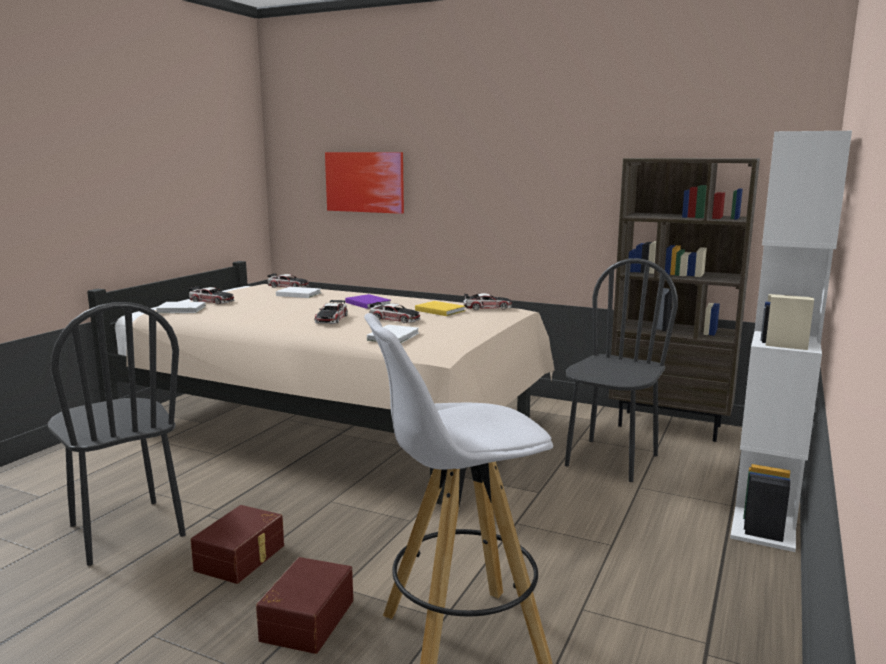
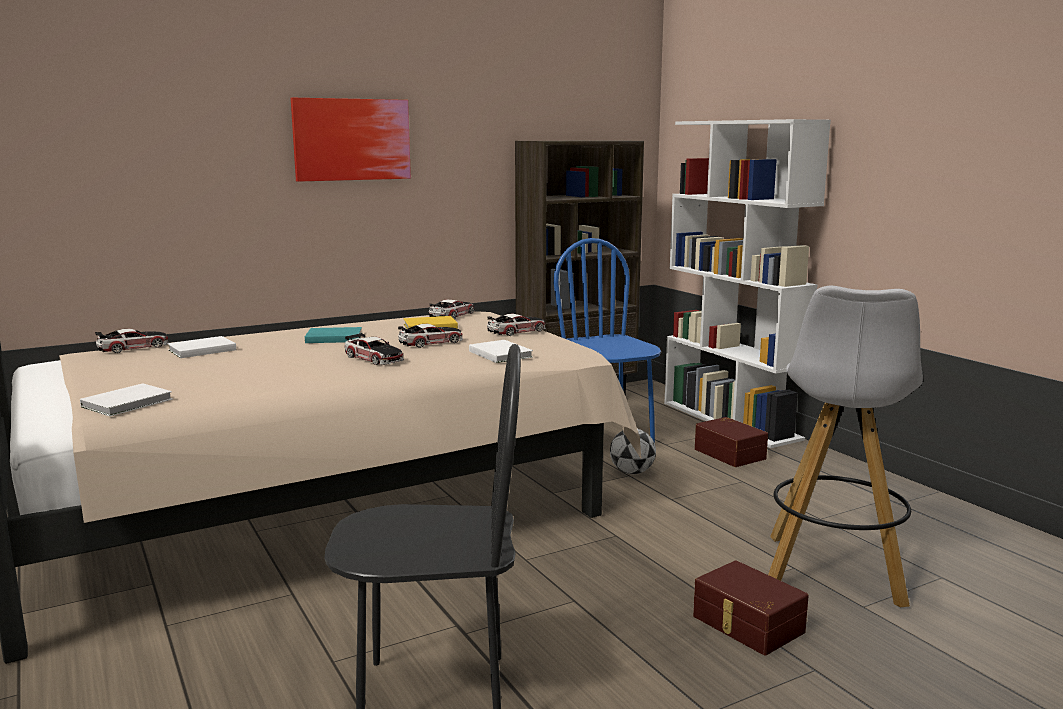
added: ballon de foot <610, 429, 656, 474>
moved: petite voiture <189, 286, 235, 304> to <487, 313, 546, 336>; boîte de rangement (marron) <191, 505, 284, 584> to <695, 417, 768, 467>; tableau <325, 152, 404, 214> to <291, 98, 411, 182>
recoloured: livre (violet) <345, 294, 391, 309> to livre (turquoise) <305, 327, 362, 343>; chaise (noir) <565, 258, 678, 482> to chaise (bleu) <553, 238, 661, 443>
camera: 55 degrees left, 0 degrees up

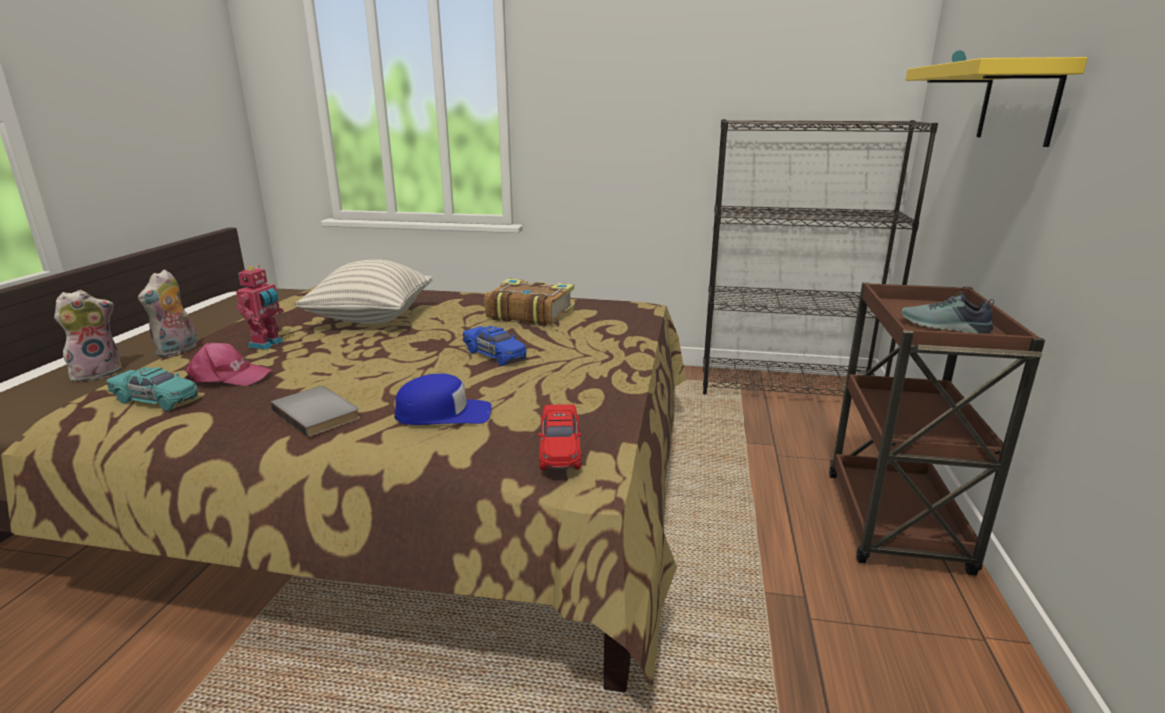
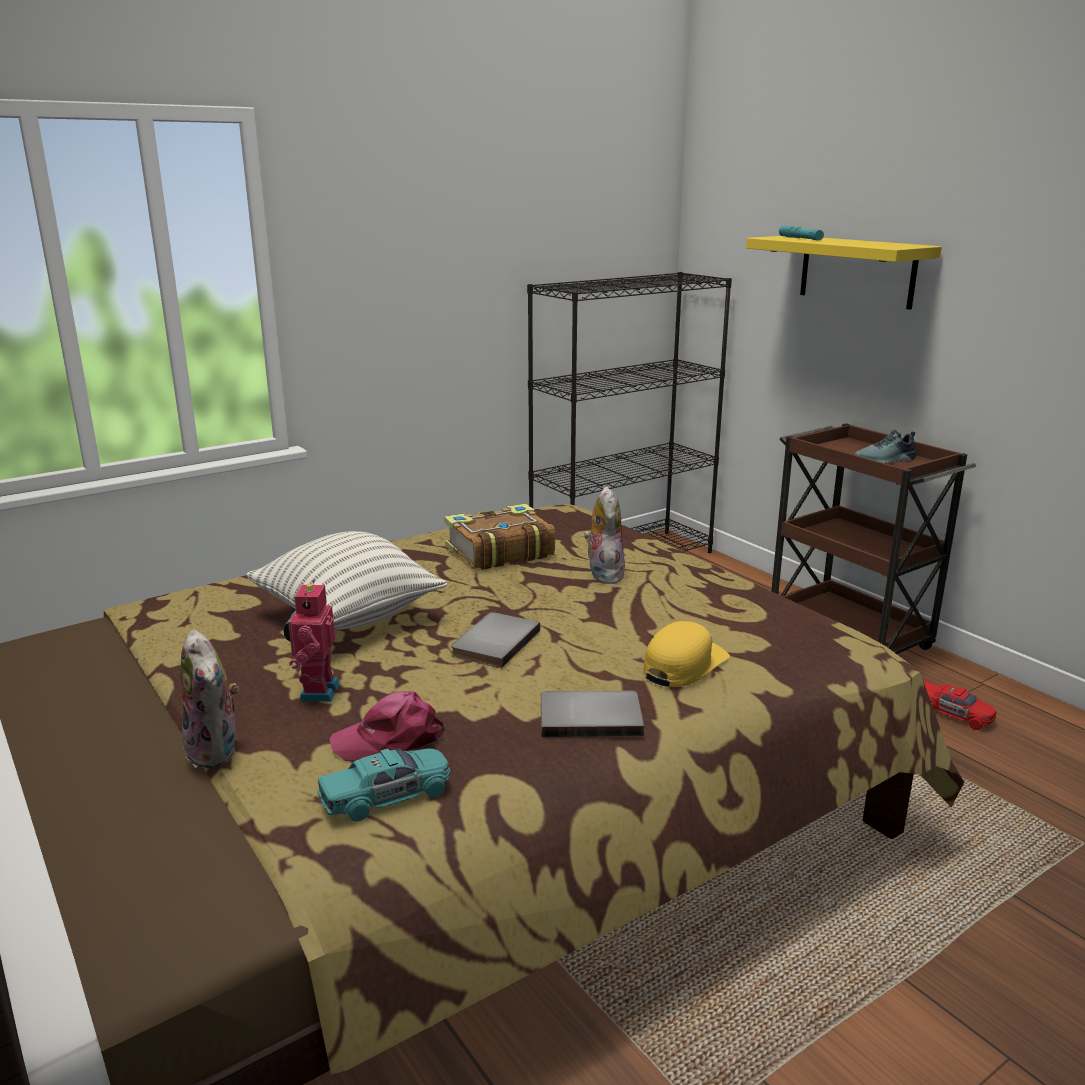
removed: petite voiture (bleu) <463, 326, 527, 366>
added: livre (gris) <451, 612, 540, 668>
moved: peluche <54, 290, 122, 382> to <584, 486, 625, 584>; petite voiture (rouge) <538, 404, 581, 470> to <924, 681, 996, 730>
recoloured: casquette (bleu) <394, 374, 492, 425> to casquette (jaune) <643, 621, 730, 687>
turned: casquette (rose) <184, 343, 272, 386> = <329, 691, 444, 761> 150 degrees counterclockwise; robot jouet <236, 265, 284, 350> = <284, 580, 340, 701> 150 degrees counterclockwise
camera: 45 degrees left, 0 degrees up

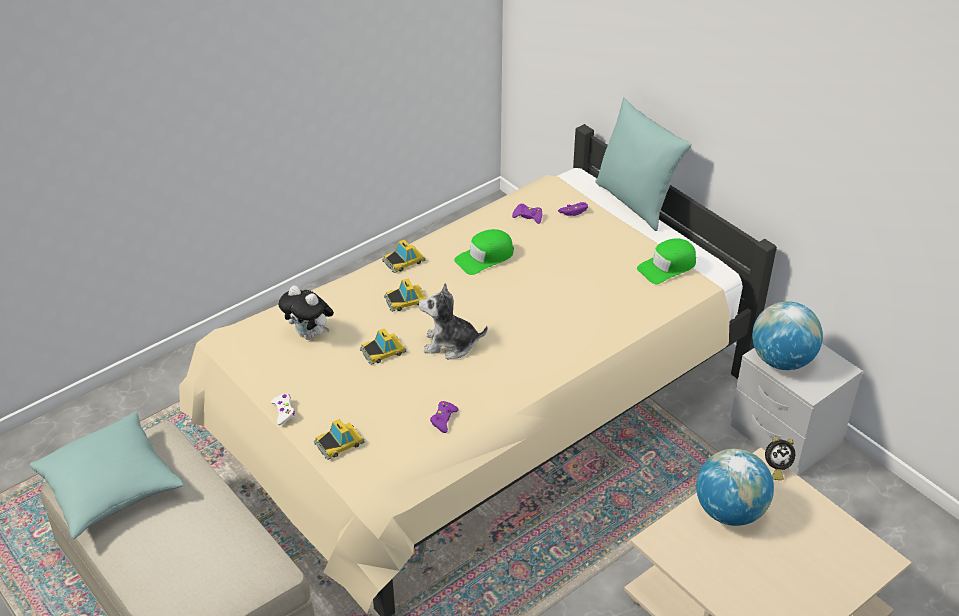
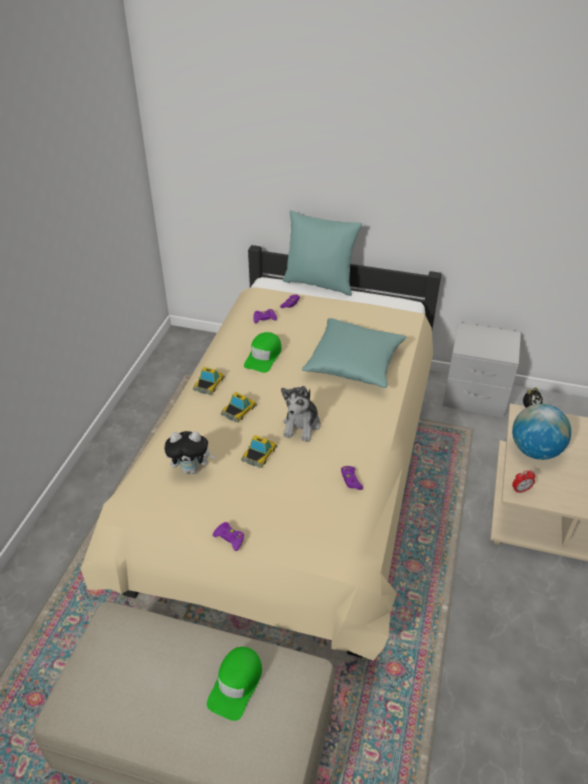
removed: petite voiture <314, 419, 365, 460>; globe <752, 301, 823, 370>
added: réveil <512, 470, 535, 493>
moved: coussin (turquoise) <30, 412, 184, 539> to <302, 318, 406, 388>; casquette (vert) <637, 239, 696, 284> to <207, 647, 262, 721>
recoloured: manette (blanc) <271, 394, 295, 425> to manette (violet) <213, 522, 244, 551>
turned: peluche <419, 283, 488, 359> = <281, 386, 320, 442> 45 degrees counterclockwise
camera: 35 degrees left, 0 degrees up

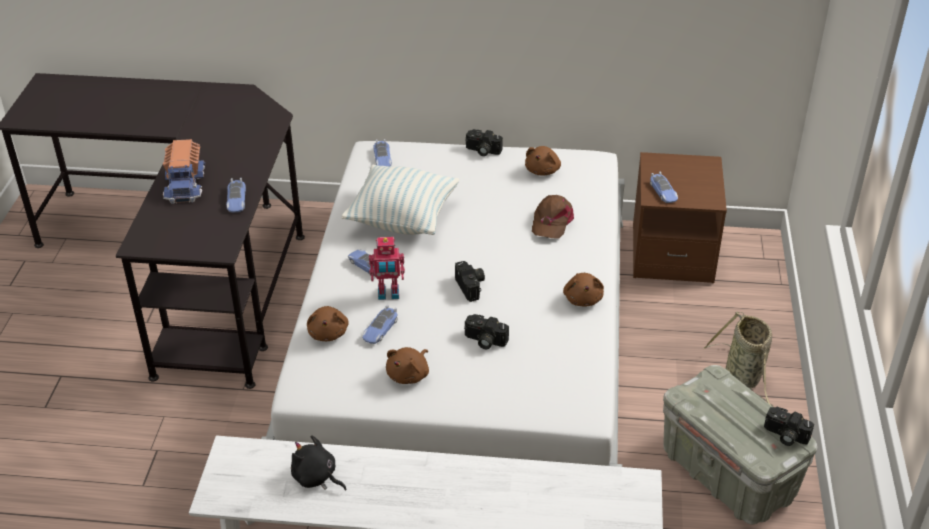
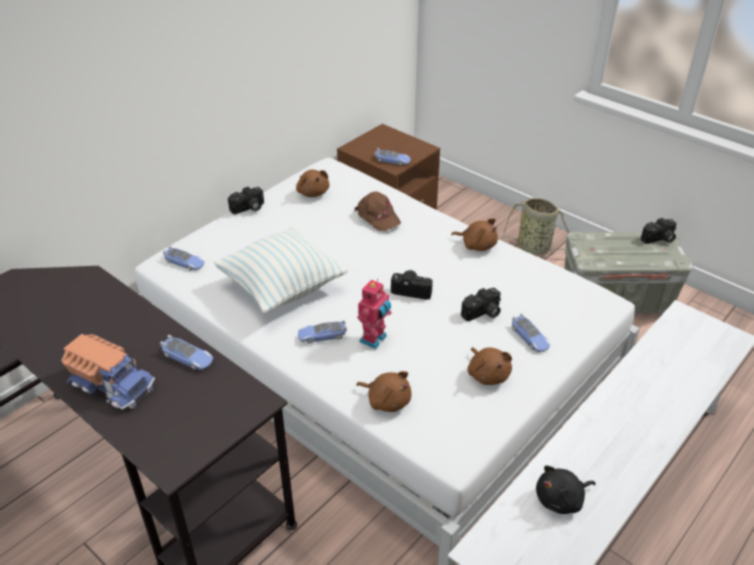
moved: petite voiture <362, 305, 398, 344> to <512, 313, 550, 352>
camera: 55 degrees left, 0 degrees up

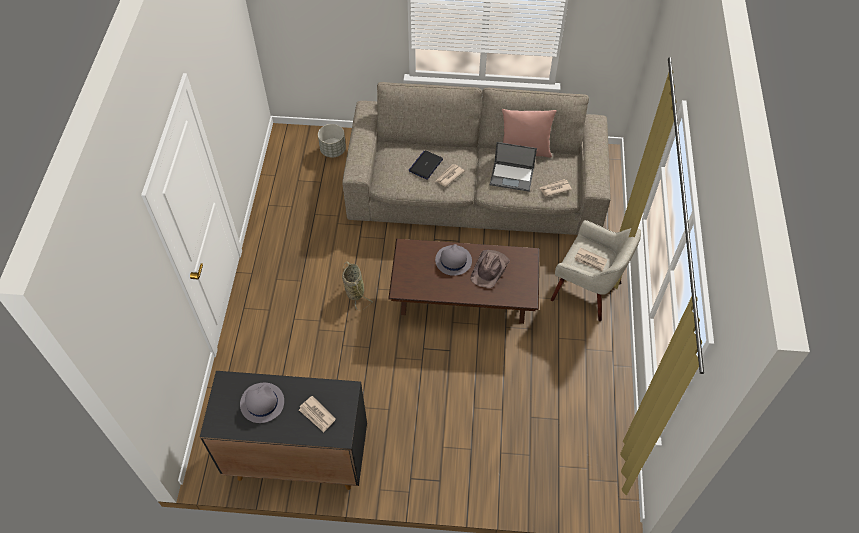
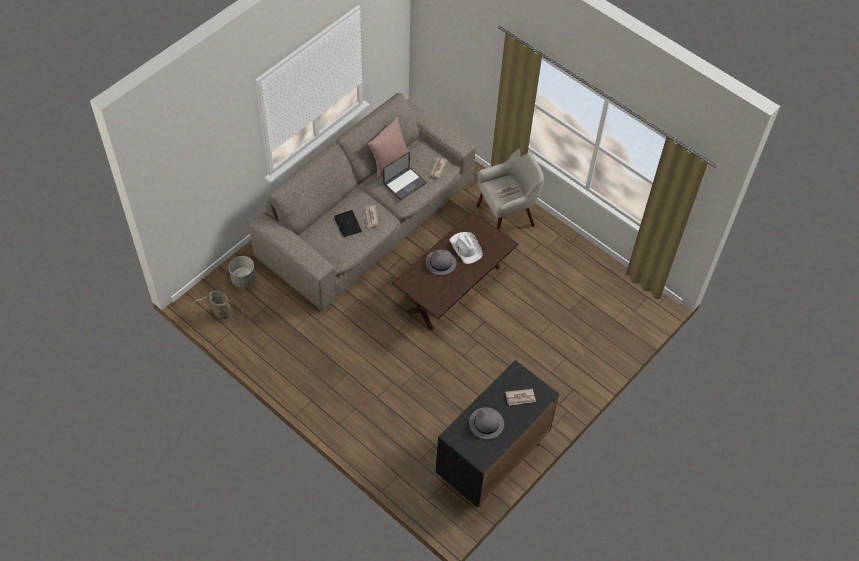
moved: panier <342, 261, 373, 311> to <194, 290, 243, 321>
recoloured: chapeau (marron) <470, 250, 510, 288> to chapeau (blanc) <449, 232, 483, 264>
camera: 55 degrees left, 0 degrees up

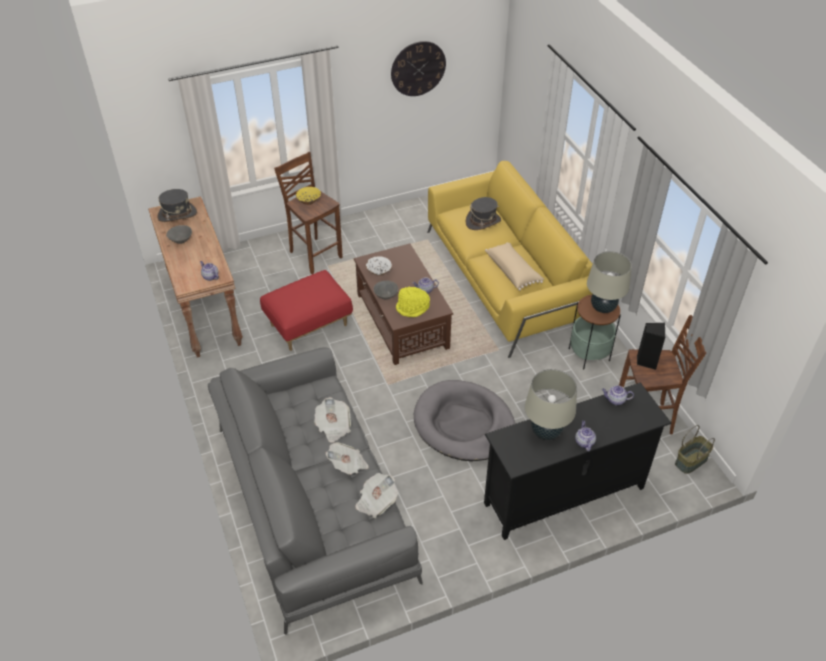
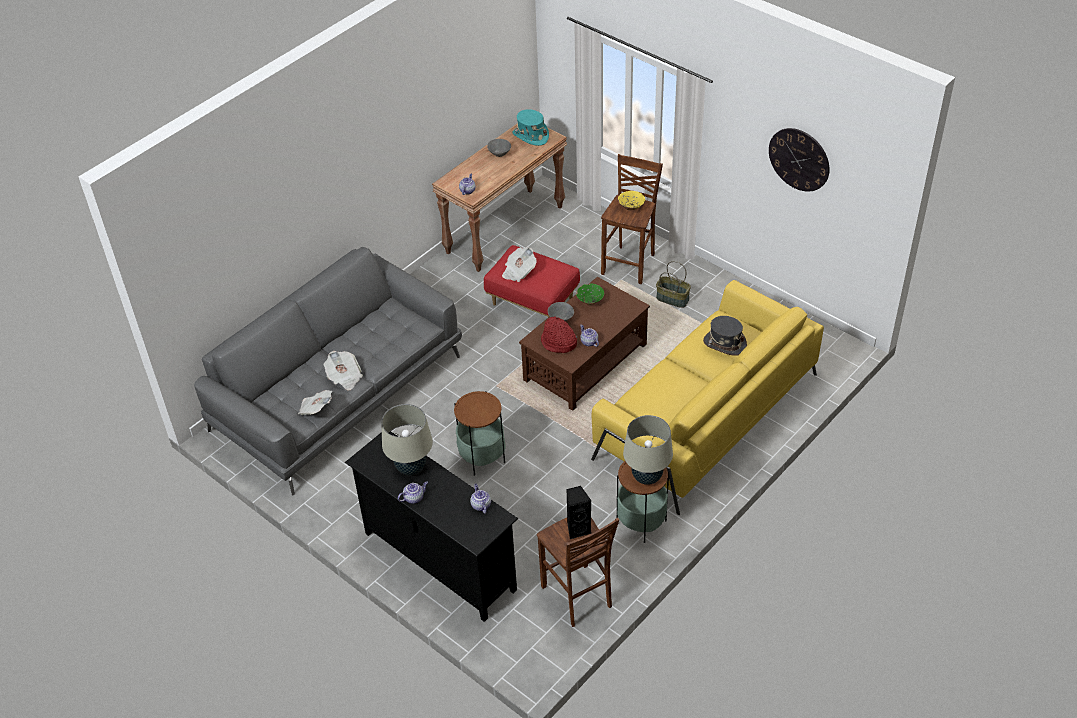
removed: coussin (beige) <485, 242, 544, 290>
moved: journal <314, 397, 351, 443> to <502, 248, 537, 282>; panier <675, 425, 715, 474> to <656, 261, 691, 308>
replaced: panier pour chien (gris) <414, 380, 515, 461> to table d'appoint <454, 391, 506, 476>
recoloured: chapeau (gris) <157, 189, 197, 222> to chapeau (turquoise) <513, 109, 549, 146>; bol (blanc) <366, 256, 392, 275> to bol (vert) <576, 283, 604, 305>; chapeau (jaune) <396, 287, 430, 317> to chapeau (rouge) <541, 316, 577, 353>
camera: 65 degrees right, 0 degrees up

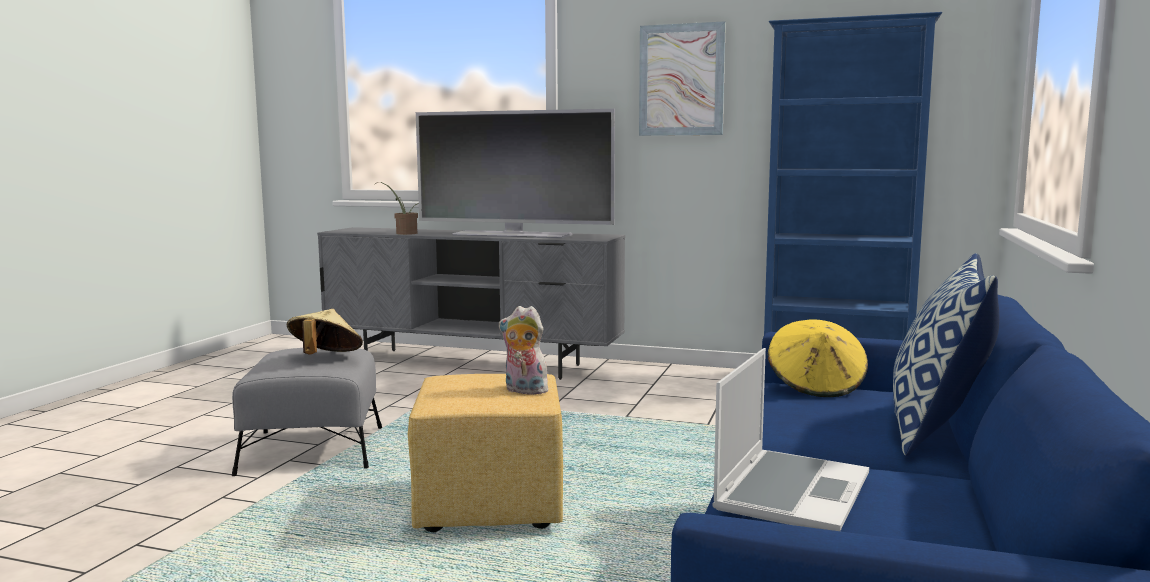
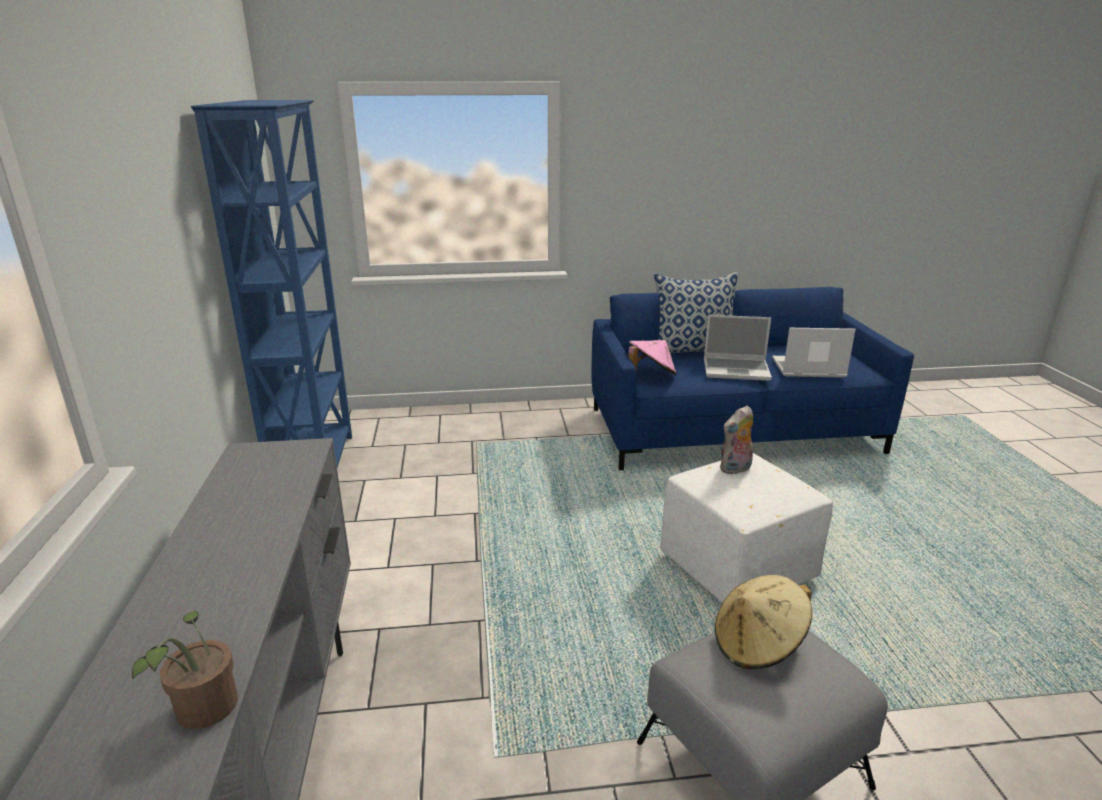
removed: téléviseur <416, 109, 615, 238>; tableau <639, 21, 726, 136>
added: ordinateur portable <704, 315, 772, 381>
recoloured: pouf (jaune) <408, 374, 563, 532> to pouf (blanc) <660, 453, 833, 603>; chapeau (jaune) <768, 319, 868, 397> to chapeau (rose) <628, 340, 677, 375>
turned: peluche <499, 306, 548, 396> = <720, 405, 753, 474> 60 degrees clockwise
camera: 115 degrees left, 15 degrees up

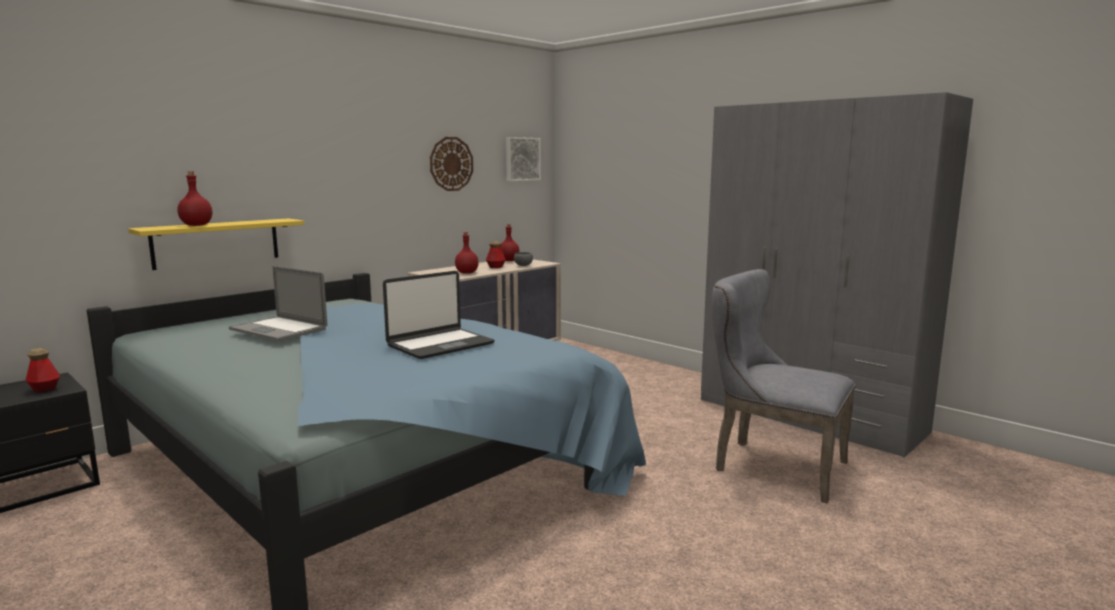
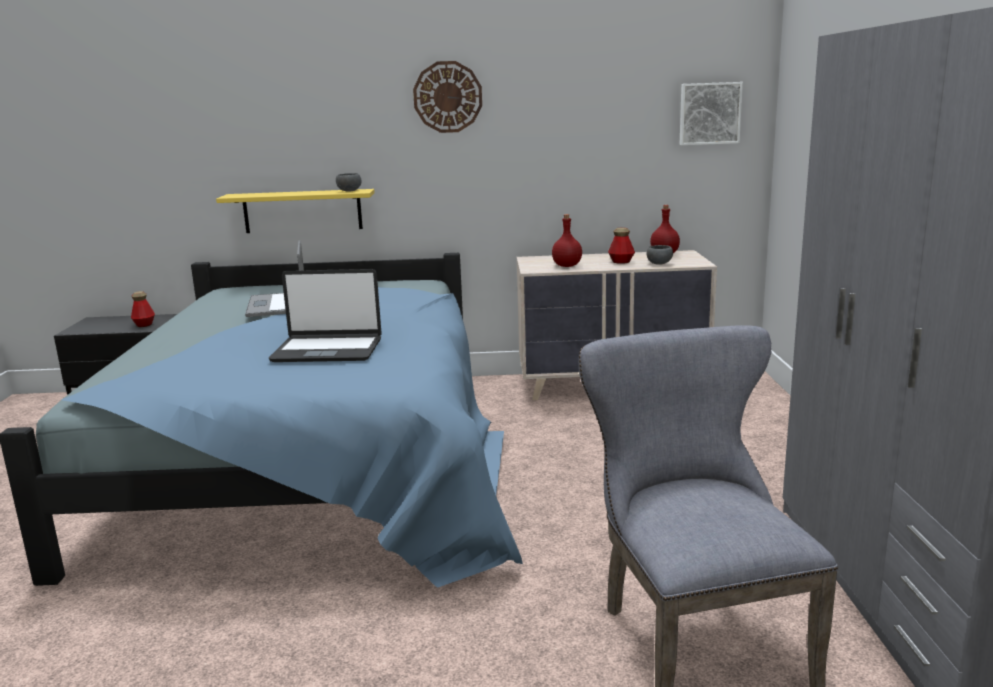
removed: bouteille (rouge) <177, 171, 212, 226>
added: bol (gris) <336, 173, 361, 192>
moved: horloge murale <430, 137, 473, 191> to <413, 61, 482, 133>
camera: 45 degrees right, 5 degrees up

